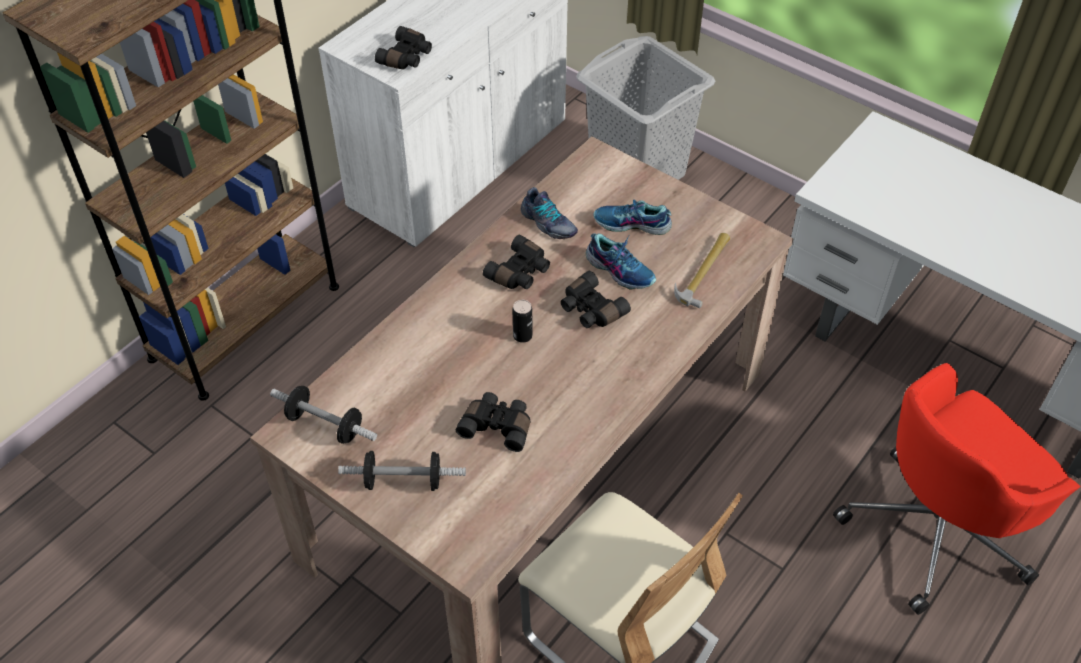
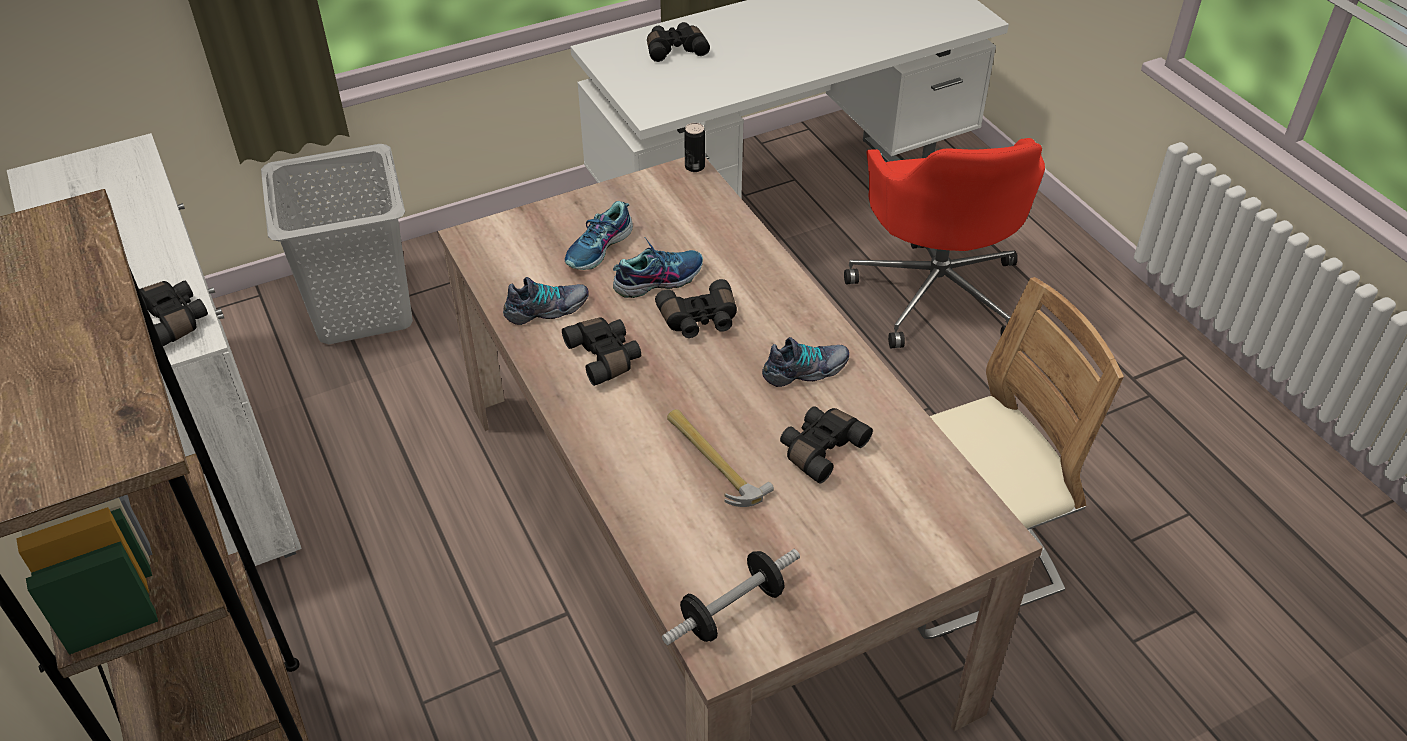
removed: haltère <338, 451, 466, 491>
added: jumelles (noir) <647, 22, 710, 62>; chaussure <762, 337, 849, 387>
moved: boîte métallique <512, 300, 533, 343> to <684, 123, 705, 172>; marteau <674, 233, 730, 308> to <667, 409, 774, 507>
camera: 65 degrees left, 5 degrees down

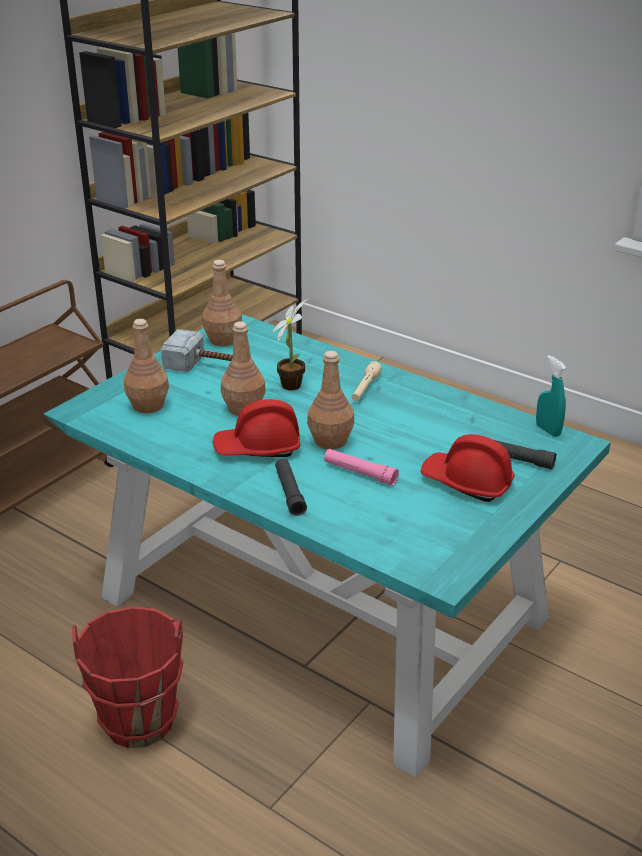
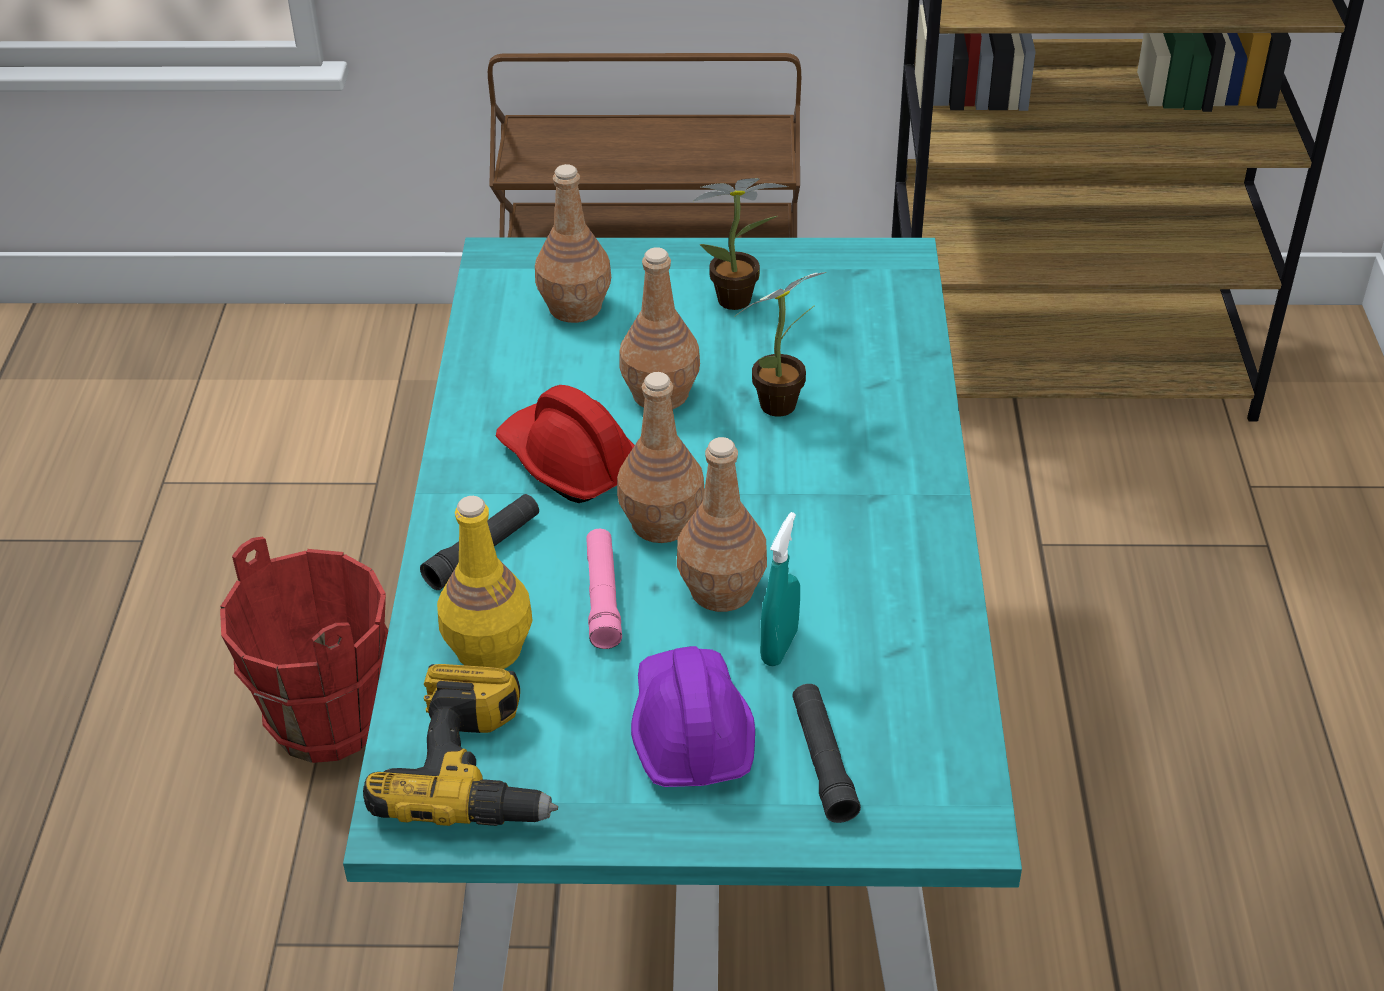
removed: lampe de poche (beige) <352, 361, 382, 401>
added: perceuse <363, 664, 558, 826>; bouteille (jaune) <437, 496, 533, 669>
moved: bouteille (marron) <202, 260, 242, 346> to <677, 437, 767, 612>; vaporisateur (turquoise) <536, 355, 566, 437> to <760, 512, 800, 666>
replaced: marteau <161, 330, 233, 372> to plante en pot <694, 178, 788, 310>
recoloured: casque de chantier (rouge) <420, 434, 515, 502> to casque de chantier (violet) <631, 646, 755, 787>
camera: 55 degrees right, 10 degrees up

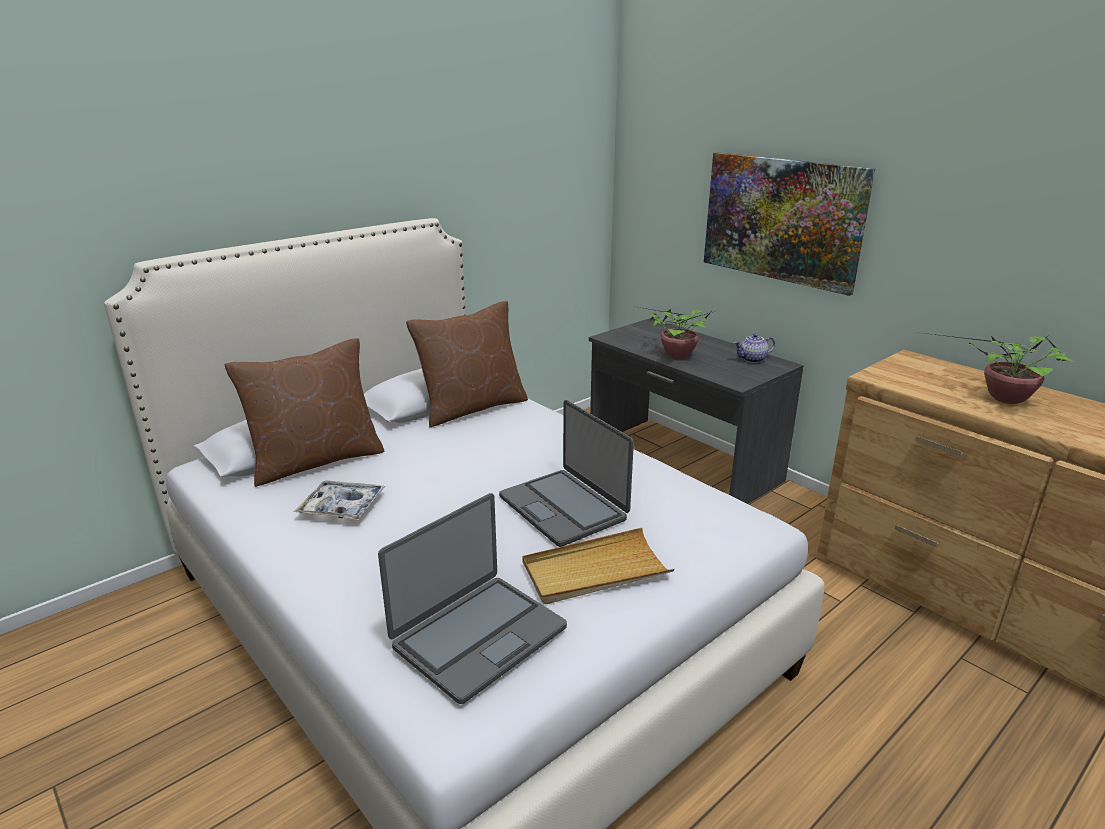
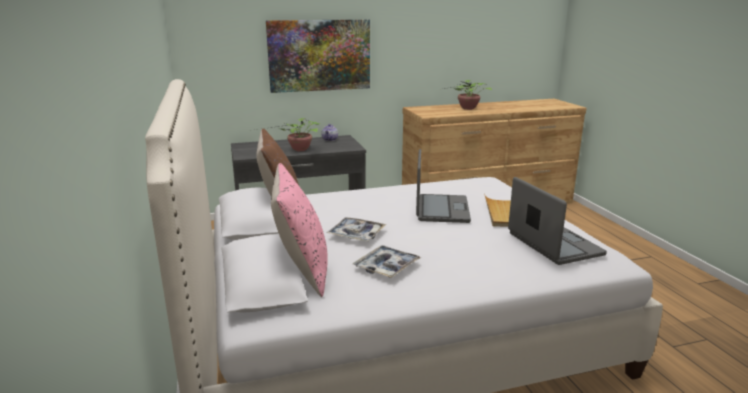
added: plateau <327, 217, 386, 241>
recoloured: coussin (marron) <225, 338, 384, 487> to coussin (rose) <271, 163, 328, 297>
turned: ordinateur portable <499, 400, 634, 547> = <416, 149, 471, 223> 75 degrees counterclockwise
camera: 65 degrees left, 5 degrees down

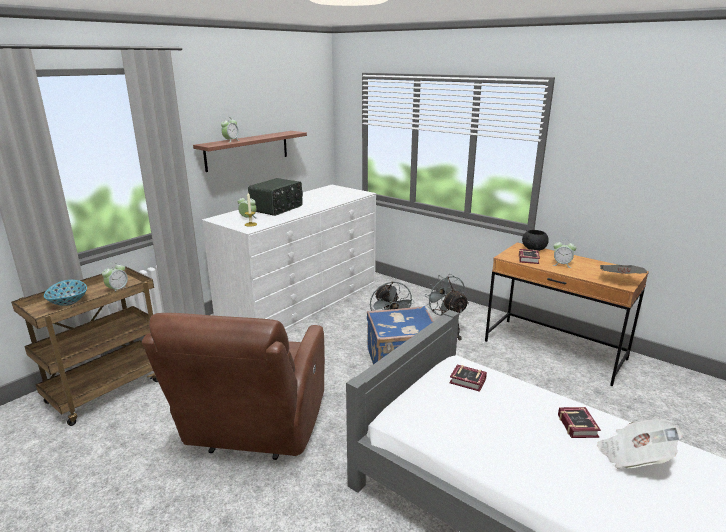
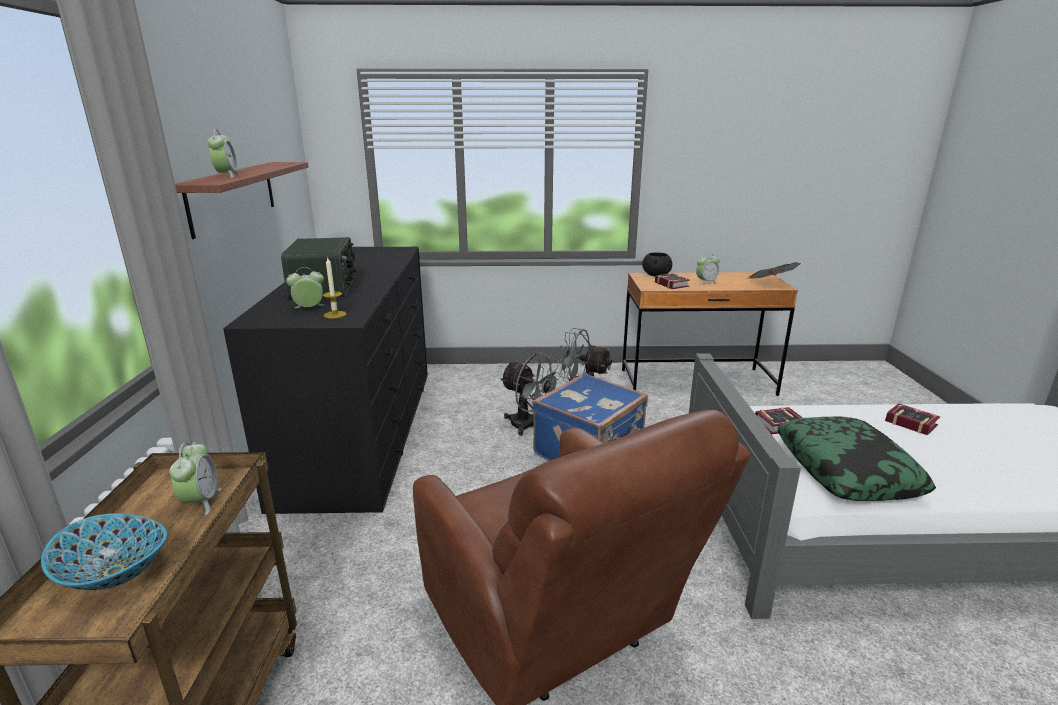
removed: journal <597, 419, 683, 469>
added: coussin <777, 417, 936, 501>
recoloured: commode (blanc) <202, 185, 376, 329> to commode (noir) <223, 247, 428, 514>
camera: 40 degrees left, 0 degrees up

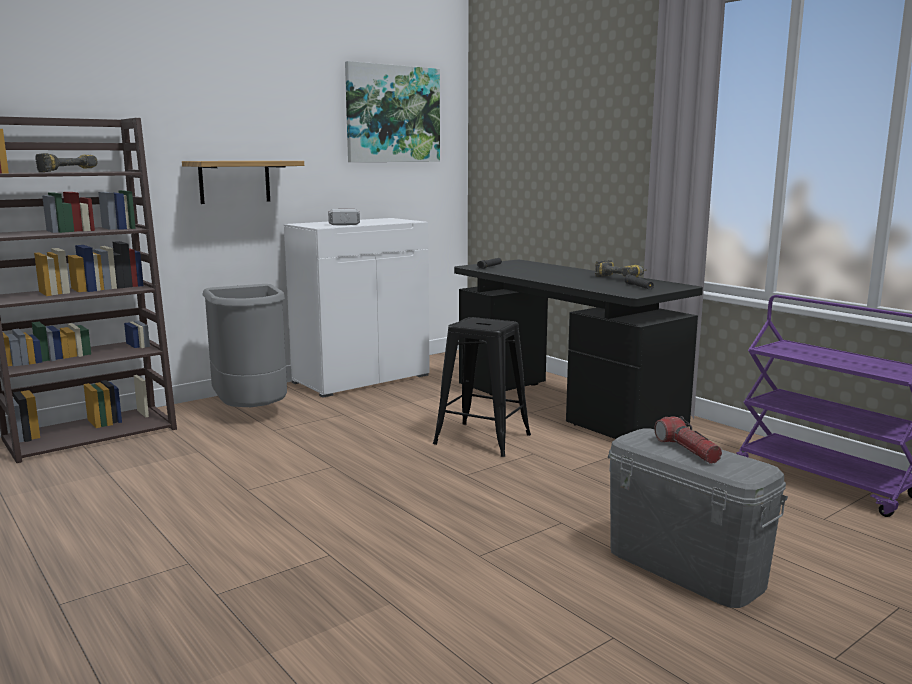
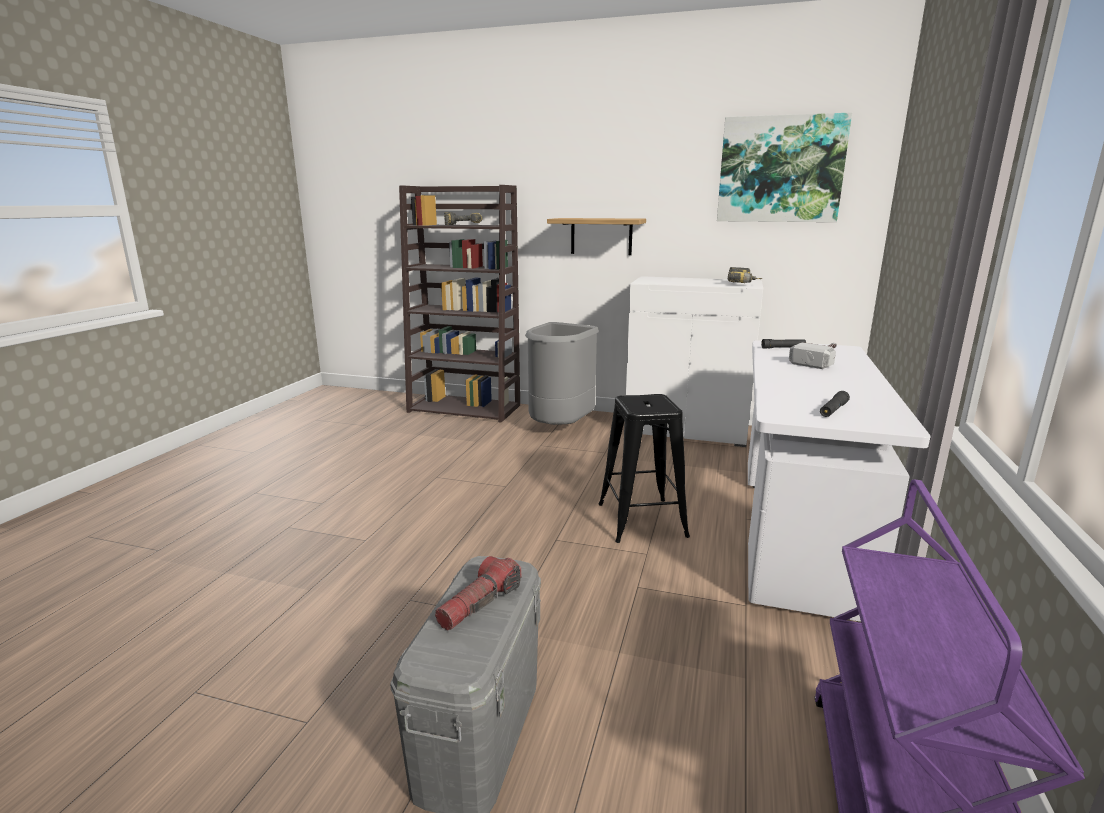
moved: marteau <328, 209, 360, 225> to <789, 342, 837, 369>; perceuse <595, 260, 647, 277> to <728, 267, 762, 283>
recoloured: bureau (noir) <454, 260, 703, 439> to bureau (blanc) <748, 340, 930, 622>
camera: 55 degrees right, 5 degrees up

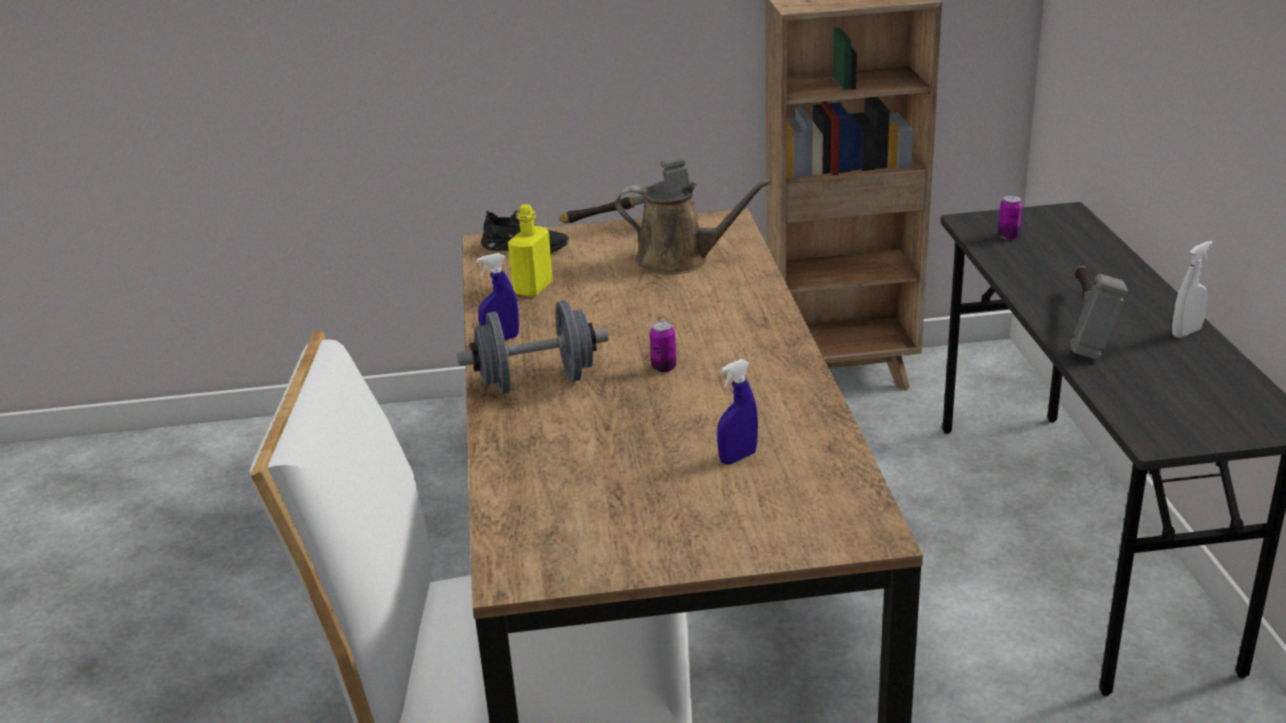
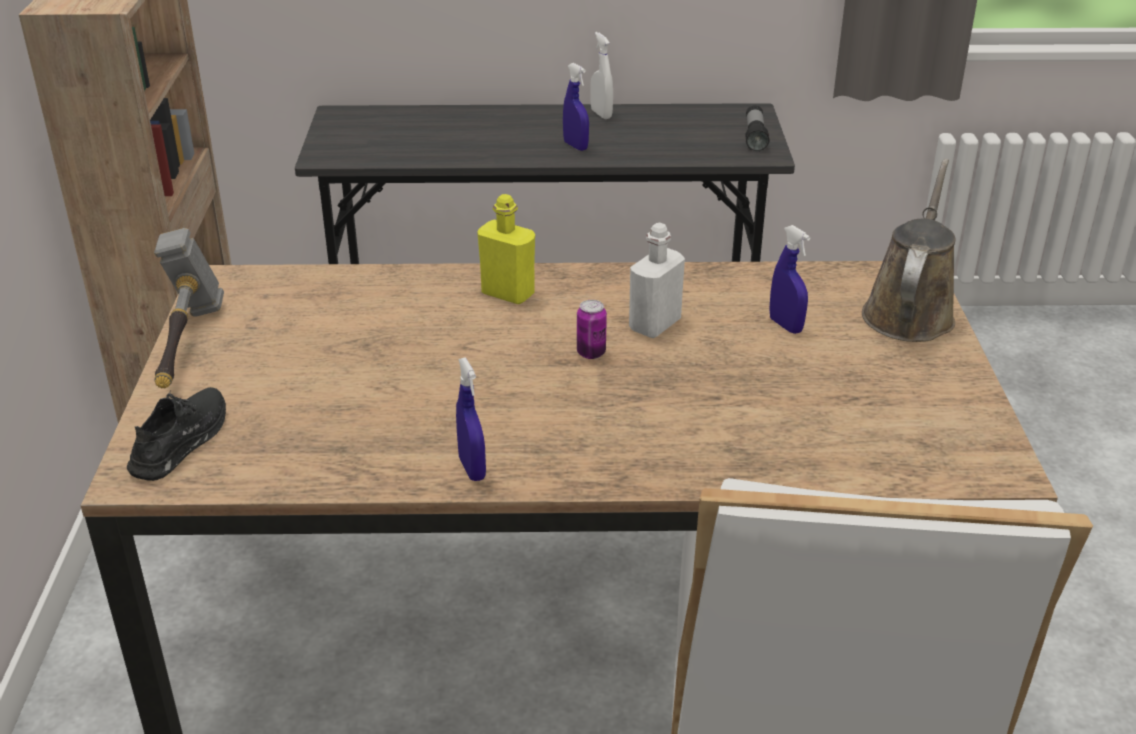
removed: haltère (gris) <457, 300, 609, 394>; boîte métallique <998, 195, 1023, 240>
added: bouteille (blanc) <629, 223, 685, 338>; lampe de poche <745, 105, 769, 152>
moved: bouteille (jaune) <508, 204, 553, 297> to <477, 194, 535, 304>; arrosoir (marron) <615, 179, 772, 275> to <862, 159, 956, 342>
replaced: marteau <1070, 266, 1128, 360> to vaporisateur (bleu) <563, 63, 589, 151>
camera: 85 degrees left, 5 degrees up

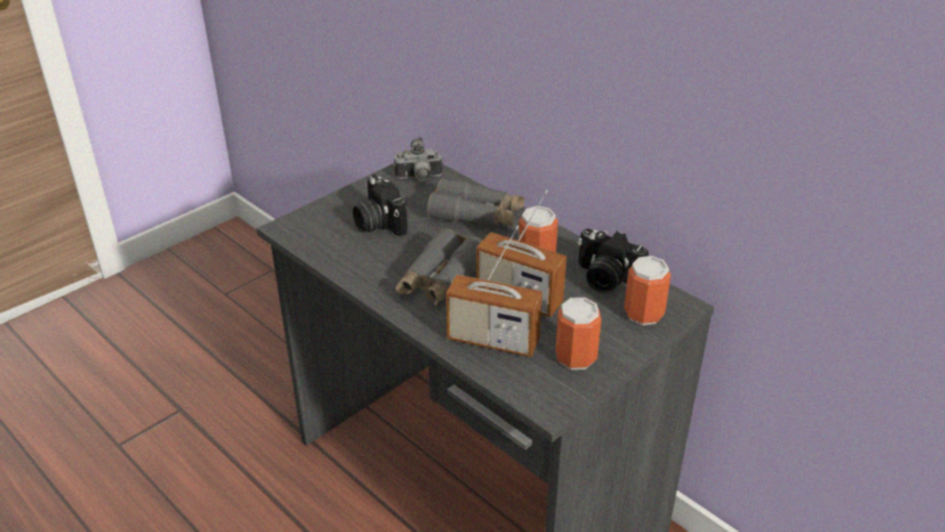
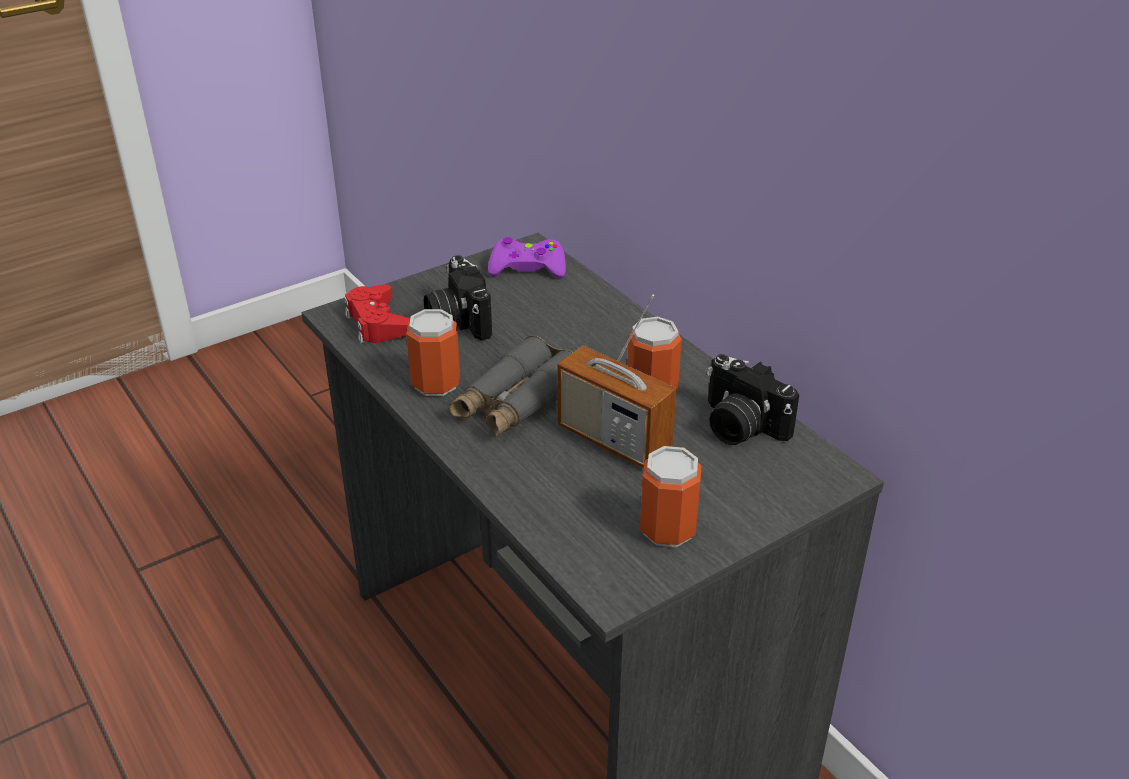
removed: jumelles (gris) <427, 178, 524, 226>; radio <446, 226, 542, 357>
added: manette (rouge) <344, 284, 410, 343>
moved: boîte métallique <624, 256, 671, 325> to <406, 309, 460, 396>
replaced: appareil photo <394, 137, 443, 180> to manette (violet) <488, 237, 566, 278>
camera: 10 degrees right, 0 degrees up

